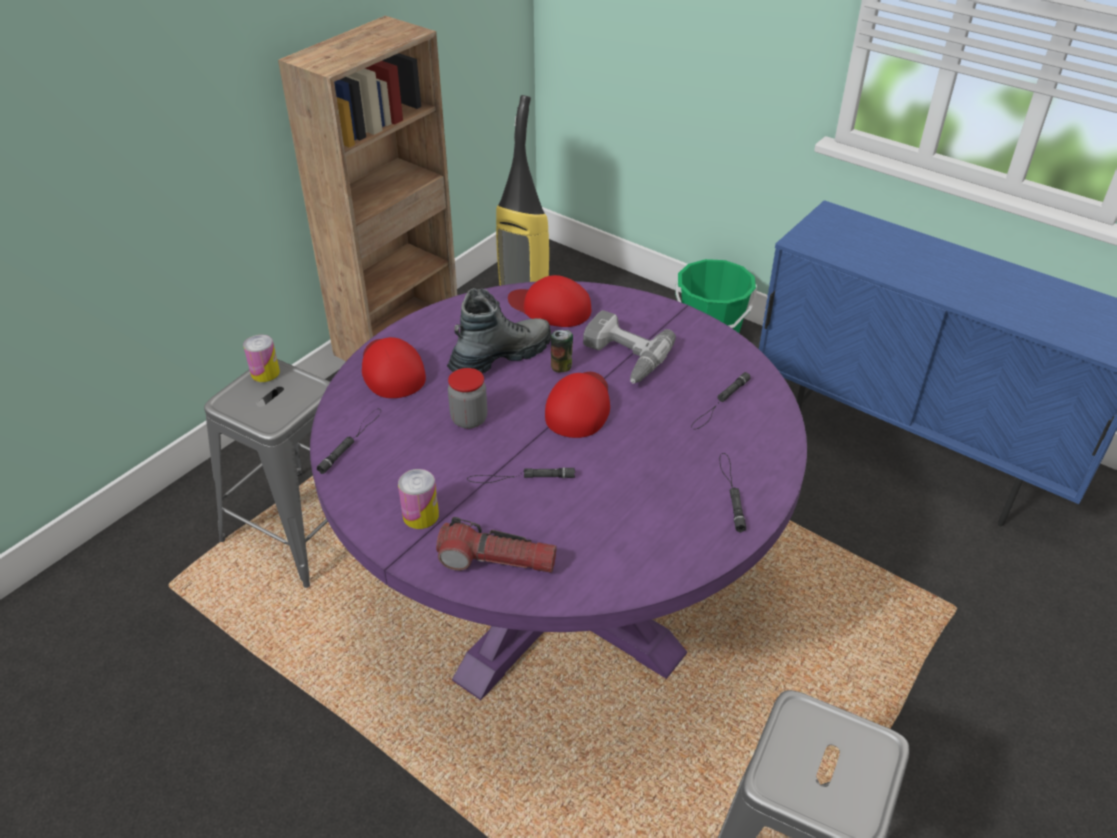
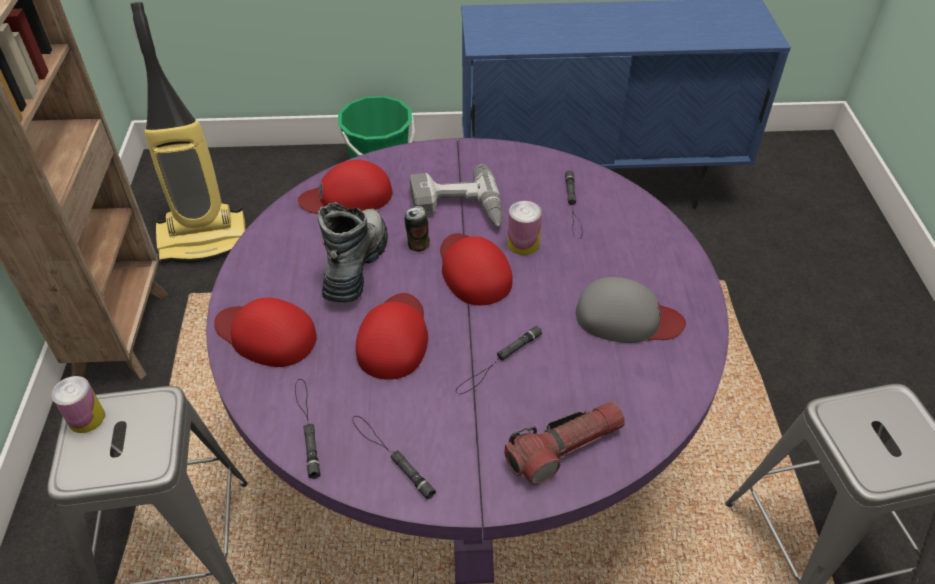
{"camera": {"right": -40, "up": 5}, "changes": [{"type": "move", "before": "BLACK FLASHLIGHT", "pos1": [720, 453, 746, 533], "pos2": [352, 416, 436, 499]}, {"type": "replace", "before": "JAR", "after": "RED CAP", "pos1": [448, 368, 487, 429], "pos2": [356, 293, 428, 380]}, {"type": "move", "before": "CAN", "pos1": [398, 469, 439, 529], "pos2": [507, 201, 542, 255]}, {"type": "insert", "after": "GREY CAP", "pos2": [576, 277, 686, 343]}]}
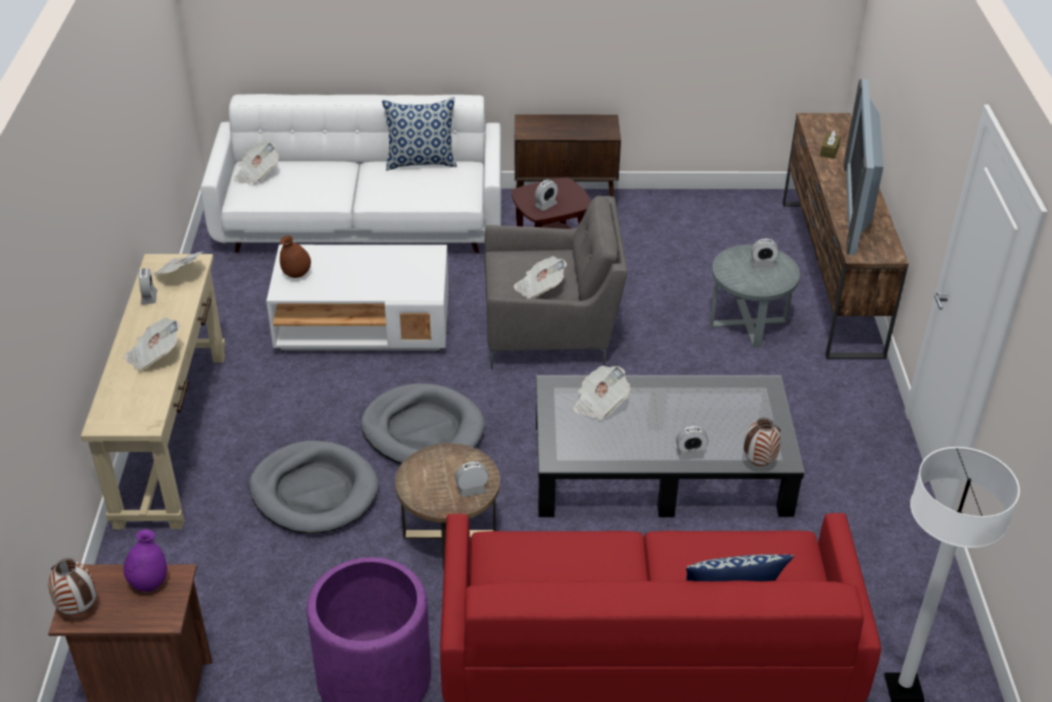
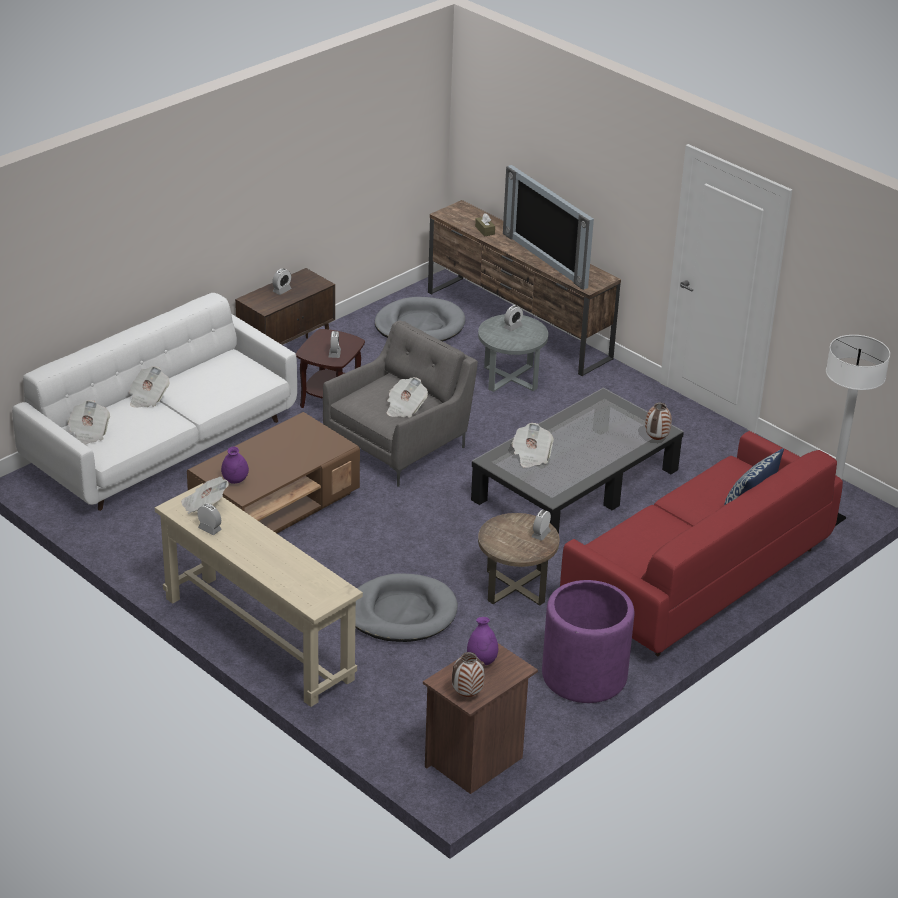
{"camera": {"right": -45, "up": -5}, "changes": [{"type": "move", "before": "NEWSPAPER", "pos1": [124, 317, 180, 371], "pos2": [129, 366, 170, 408]}, {"type": "recolor", "before": "WHITE COFFEE TABLE", "after": "BROWN COFFEE TABLE", "pos1": [266, 245, 449, 351], "pos2": [187, 412, 360, 533]}, {"type": "recolor", "before": "BROWN VASE", "after": "PURPLE VASE", "pos1": [280, 236, 311, 278], "pos2": [221, 446, 249, 484]}, {"type": "move", "before": "ALARM CLOCK", "pos1": [676, 426, 708, 459], "pos2": [272, 268, 292, 295]}, {"type": "move", "before": "GREY DOG BED", "pos1": [361, 383, 485, 464], "pos2": [375, 297, 465, 341]}, {"type": "delete", "before": "PILLOW", "pos1": [382, 97, 457, 170]}]}
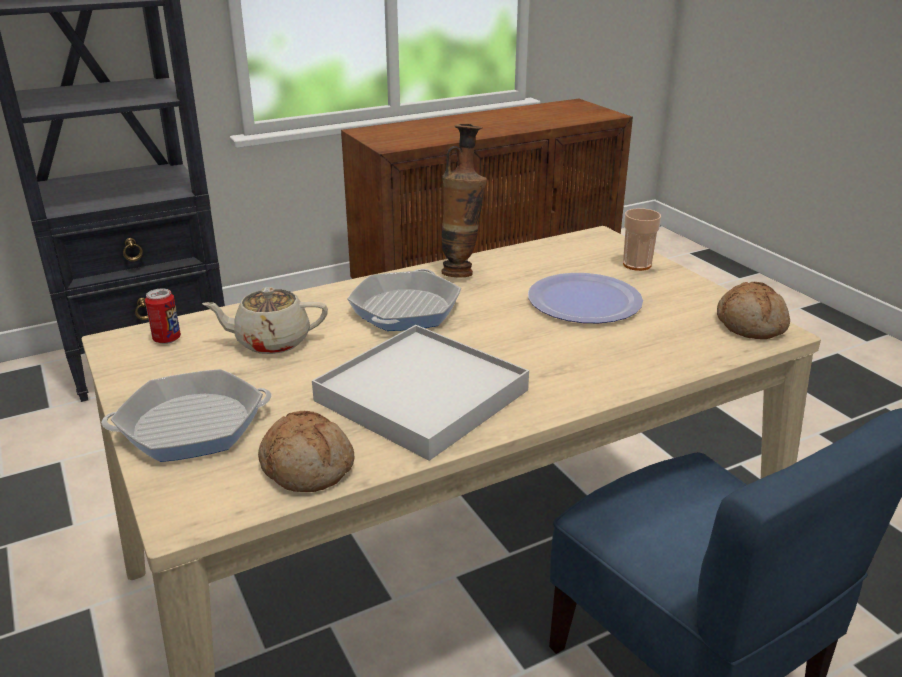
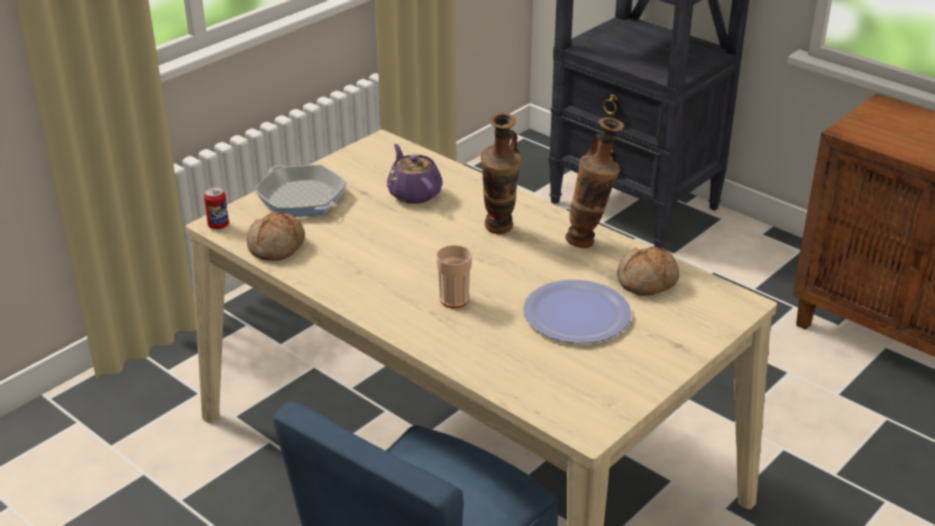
{"camera": {"right": 70, "up": 5}, "changes": [{"type": "move", "before": "CAN", "pos1": [145, 288, 181, 344], "pos2": [204, 187, 229, 230]}, {"type": "recolor", "before": "BEIGE TEAPOT", "after": "PURPLE TEAPOT", "pos1": [202, 287, 328, 354], "pos2": [387, 144, 443, 204]}, {"type": "move", "before": "CUP", "pos1": [623, 208, 661, 271], "pos2": [436, 245, 472, 308]}, {"type": "replace", "before": "FRYING PAN", "after": "VASE", "pos1": [347, 269, 461, 331], "pos2": [481, 113, 521, 234]}, {"type": "move", "before": "BREAD", "pos1": [717, 282, 790, 339], "pos2": [617, 246, 679, 296]}, {"type": "delete", "before": "WHITE TRAY", "pos1": [312, 325, 529, 461]}]}
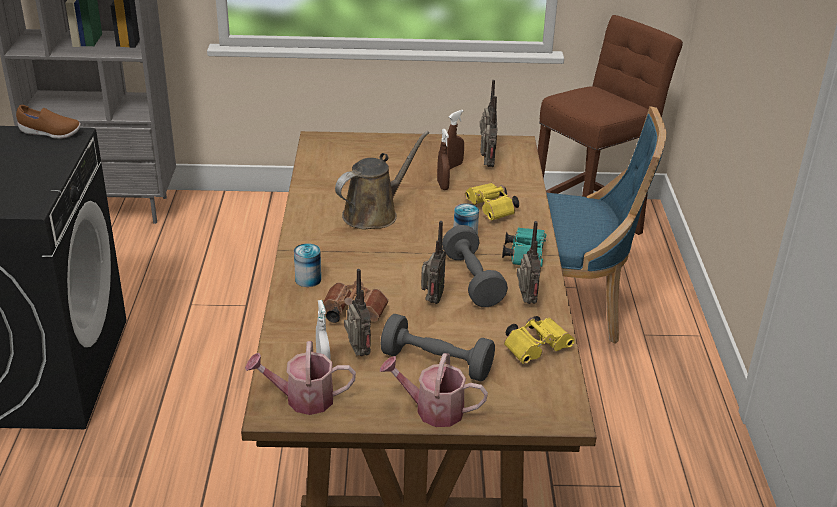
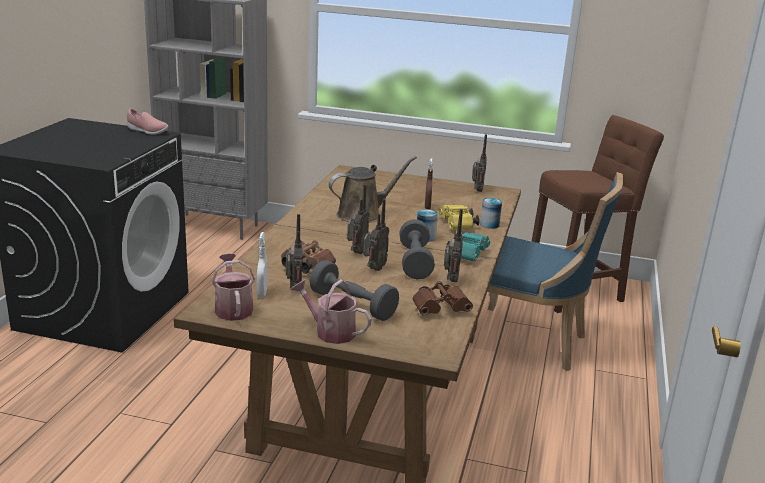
{"camera": {"right": 15, "up": -10}, "changes": [{"type": "recolor", "before": "BROWN SHOE", "after": "PINK SHOE", "pos1": [16, 105, 81, 139], "pos2": [127, 108, 168, 135]}, {"type": "rotate", "before": "WATERING CAN", "pos1": [245, 341, 356, 415], "pos2": [212, 254, 255, 321], "turn": 60}, {"type": "move", "before": "RADIO", "pos1": [480, 96, 498, 167], "pos2": [347, 184, 369, 254]}, {"type": "recolor", "before": "YELLOW BINOCULARS", "after": "BROWN BINOCULARS", "pos1": [504, 316, 575, 364], "pos2": [412, 281, 473, 315]}, {"type": "move", "before": "CAN", "pos1": [294, 243, 321, 287], "pos2": [480, 198, 502, 229]}, {"type": "delete", "before": "BROWN SPRAY BOTTLE", "pos1": [447, 110, 464, 169]}]}
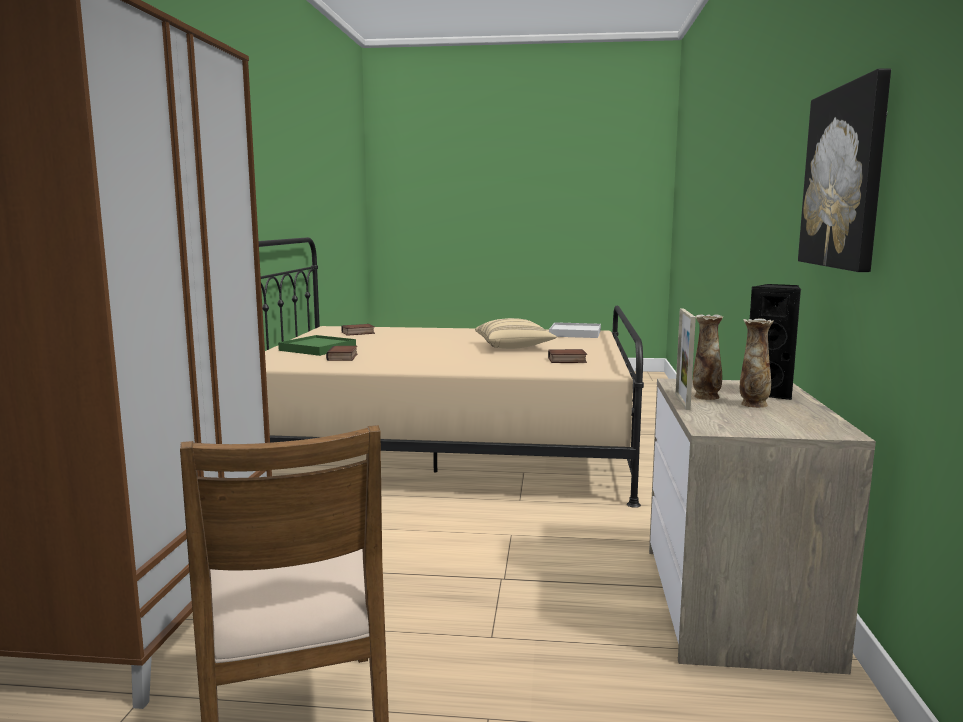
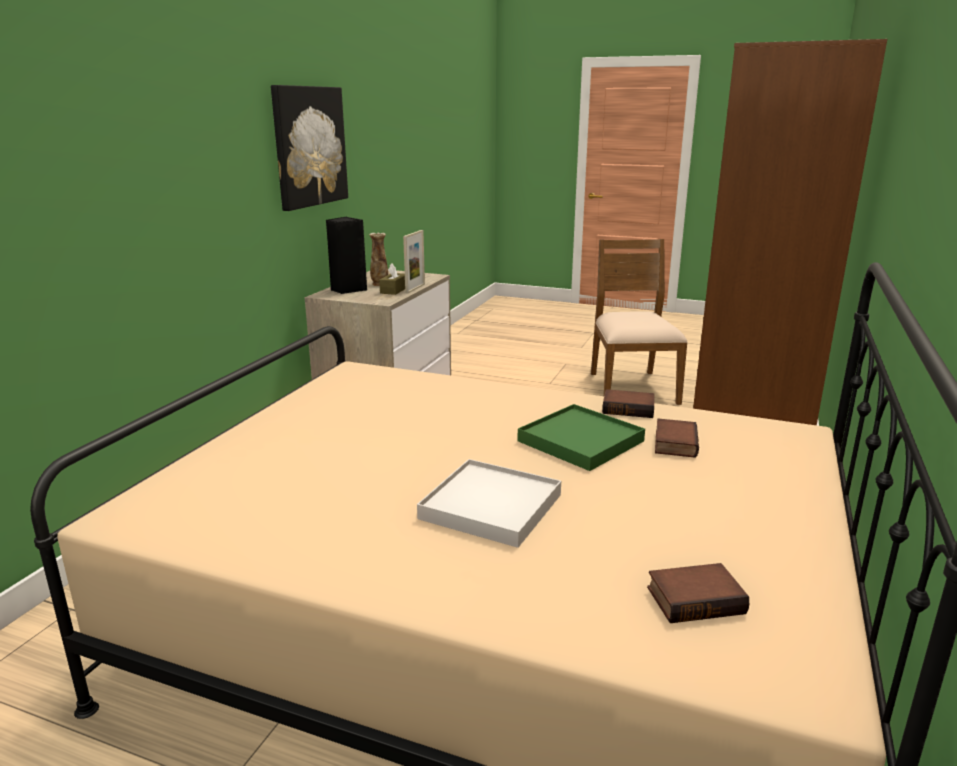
{"camera": {"right": -165, "up": 10}, "changes": [{"type": "replace", "before": "VASE", "after": "BROWN TISSUE BOX", "pos1": [693, 314, 723, 400], "pos2": [379, 263, 405, 295]}, {"type": "move", "before": "WHITE TRAY", "pos1": [549, 322, 601, 338], "pos2": [417, 459, 561, 548]}, {"type": "move", "before": "GREEN TRAY", "pos1": [278, 335, 356, 356], "pos2": [517, 404, 645, 471]}, {"type": "move", "before": "BOOK", "pos1": [548, 349, 587, 363], "pos2": [602, 389, 655, 418]}, {"type": "delete", "before": "BEIGE PILLOW", "pos1": [475, 318, 557, 349]}]}
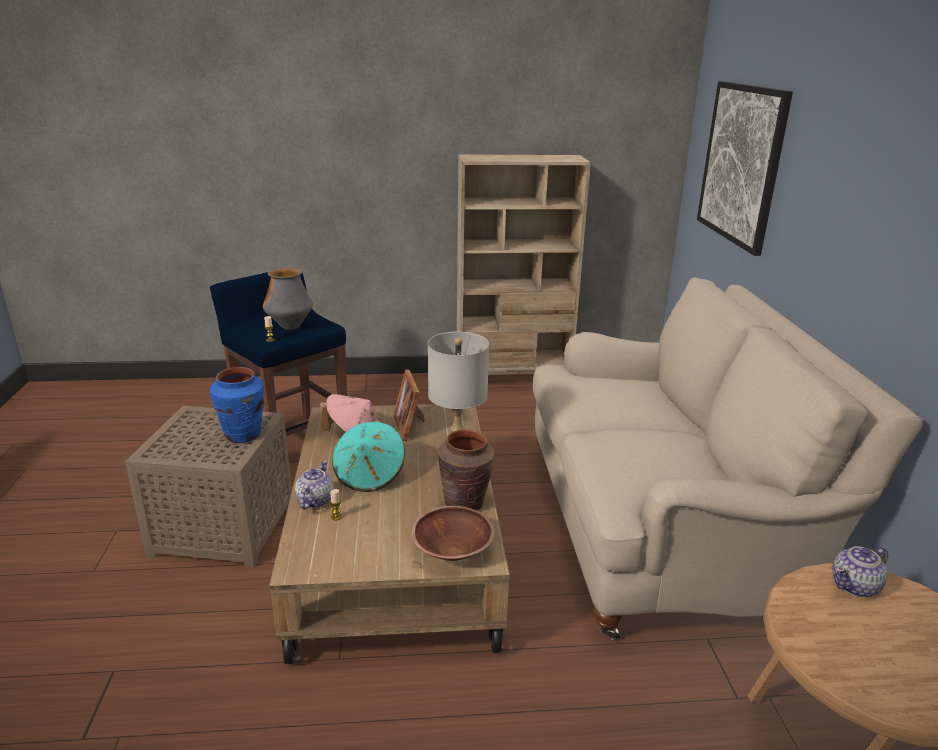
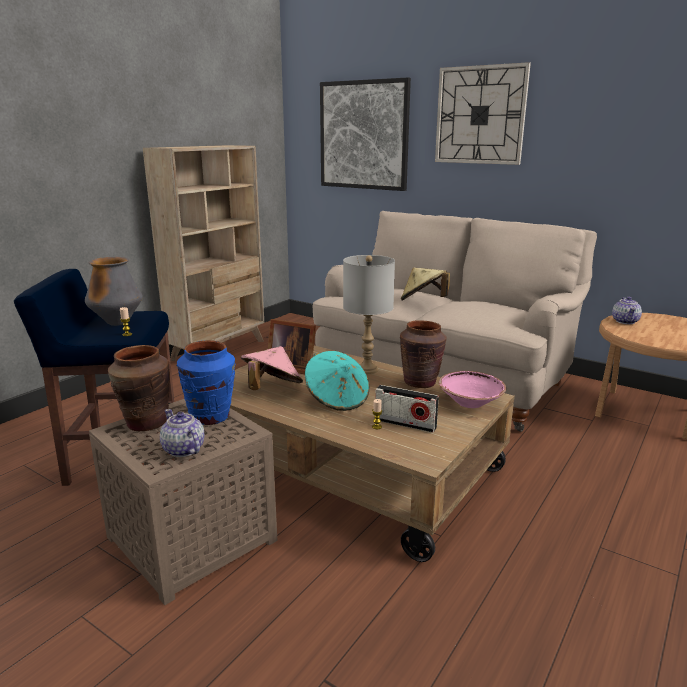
{"camera": {"right": -50, "up": -5}, "changes": [{"type": "insert", "after": "BROWN VASE", "pos2": [108, 345, 170, 431]}, {"type": "move", "before": "TEAPOT", "pos1": [295, 461, 334, 510], "pos2": [160, 409, 205, 457]}, {"type": "insert", "after": "RADIO", "pos2": [375, 385, 439, 432]}, {"type": "insert", "after": "BEIGE HAT", "pos2": [401, 268, 450, 300]}, {"type": "insert", "after": "WALL CLOCK", "pos2": [435, 62, 531, 165]}, {"type": "recolor", "before": "BROWN BOWL", "after": "PINK BOWL", "pos1": [412, 506, 495, 561], "pos2": [439, 371, 506, 408]}]}
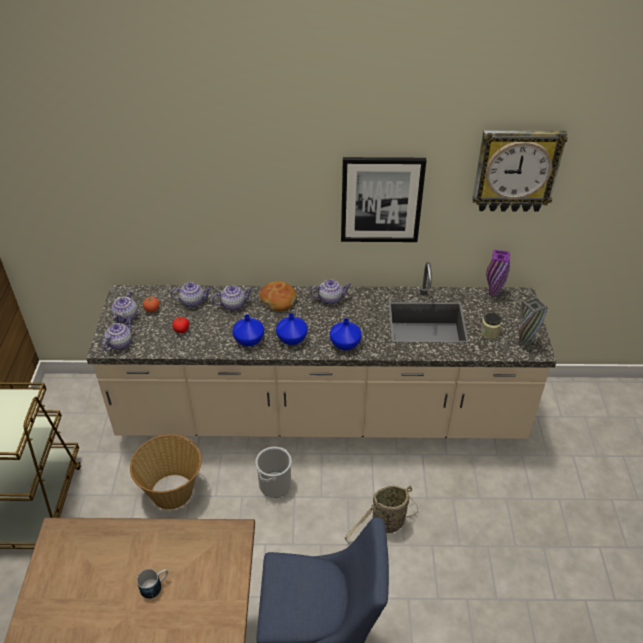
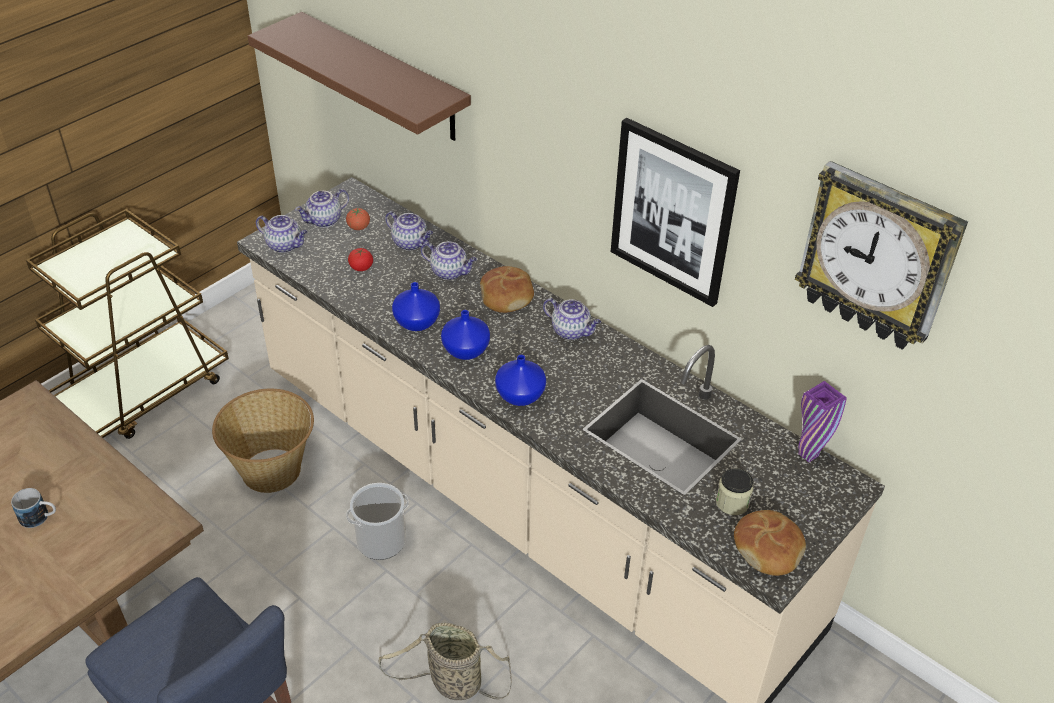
{"camera": {"right": 40, "up": 0}, "changes": [{"type": "insert", "after": "BROWN SHELF", "pos2": [248, 12, 471, 141]}, {"type": "rotate", "before": "TEAPOT", "pos1": [102, 317, 132, 351], "pos2": [256, 215, 308, 253], "turn": 45}, {"type": "replace", "before": "GREY VASE", "after": "BREAD", "pos1": [519, 297, 548, 347], "pos2": [734, 510, 806, 576]}]}
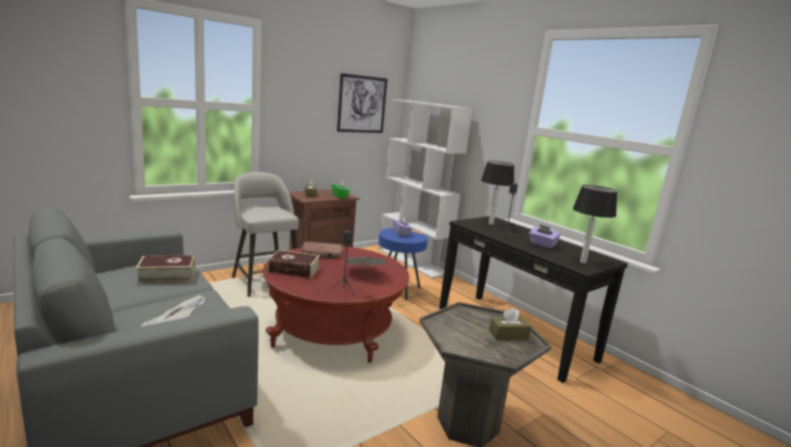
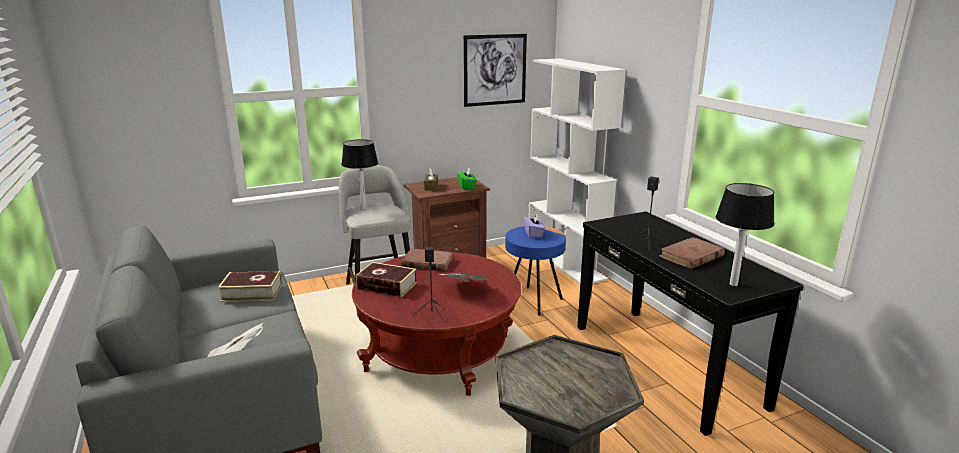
{"camera": {"right": 15, "up": 5}, "changes": [{"type": "move", "before": "TABLE LAMP", "pos1": [481, 161, 514, 225], "pos2": [342, 139, 378, 210]}, {"type": "replace", "before": "PURPLE TISSUE BOX", "after": "BROWN BOOK", "pos1": [529, 224, 560, 248], "pos2": [659, 237, 725, 269]}, {"type": "delete", "before": "BROWN TISSUE BOX", "pos1": [489, 308, 531, 340]}]}
